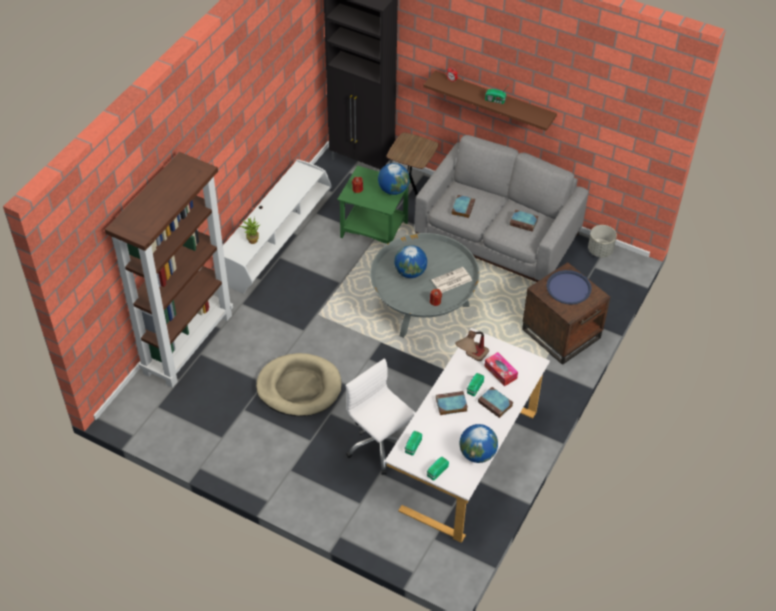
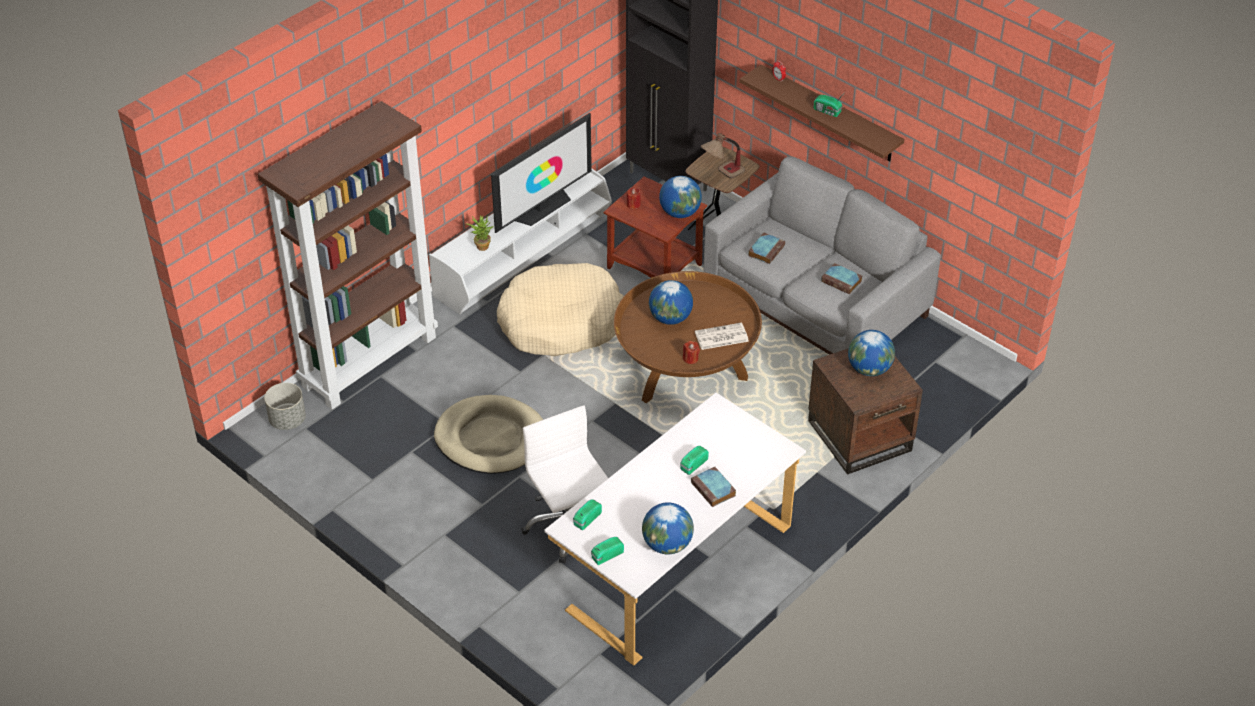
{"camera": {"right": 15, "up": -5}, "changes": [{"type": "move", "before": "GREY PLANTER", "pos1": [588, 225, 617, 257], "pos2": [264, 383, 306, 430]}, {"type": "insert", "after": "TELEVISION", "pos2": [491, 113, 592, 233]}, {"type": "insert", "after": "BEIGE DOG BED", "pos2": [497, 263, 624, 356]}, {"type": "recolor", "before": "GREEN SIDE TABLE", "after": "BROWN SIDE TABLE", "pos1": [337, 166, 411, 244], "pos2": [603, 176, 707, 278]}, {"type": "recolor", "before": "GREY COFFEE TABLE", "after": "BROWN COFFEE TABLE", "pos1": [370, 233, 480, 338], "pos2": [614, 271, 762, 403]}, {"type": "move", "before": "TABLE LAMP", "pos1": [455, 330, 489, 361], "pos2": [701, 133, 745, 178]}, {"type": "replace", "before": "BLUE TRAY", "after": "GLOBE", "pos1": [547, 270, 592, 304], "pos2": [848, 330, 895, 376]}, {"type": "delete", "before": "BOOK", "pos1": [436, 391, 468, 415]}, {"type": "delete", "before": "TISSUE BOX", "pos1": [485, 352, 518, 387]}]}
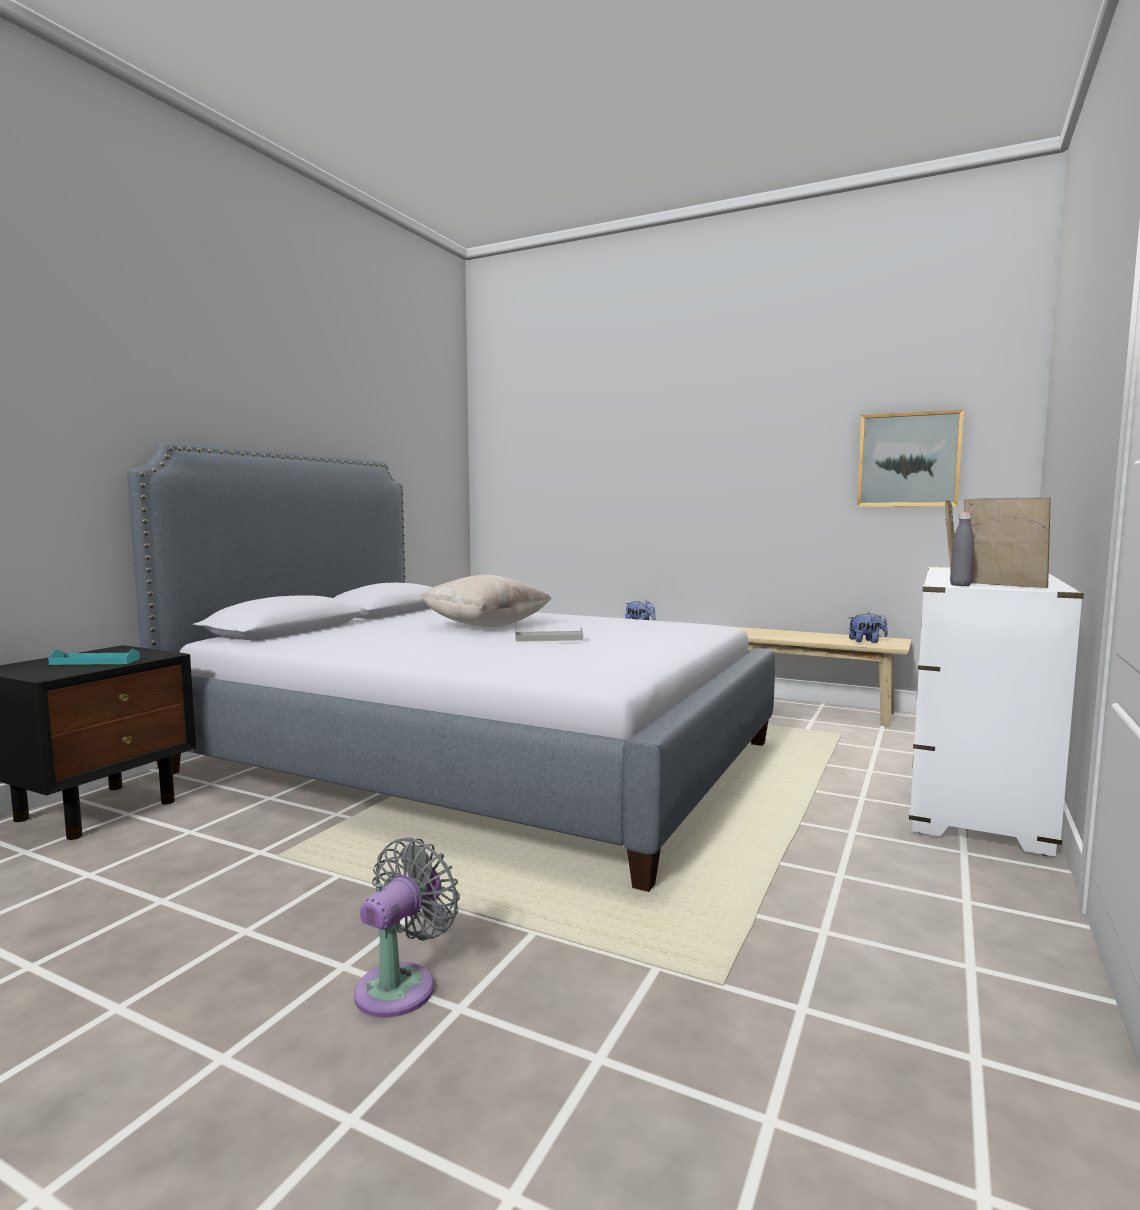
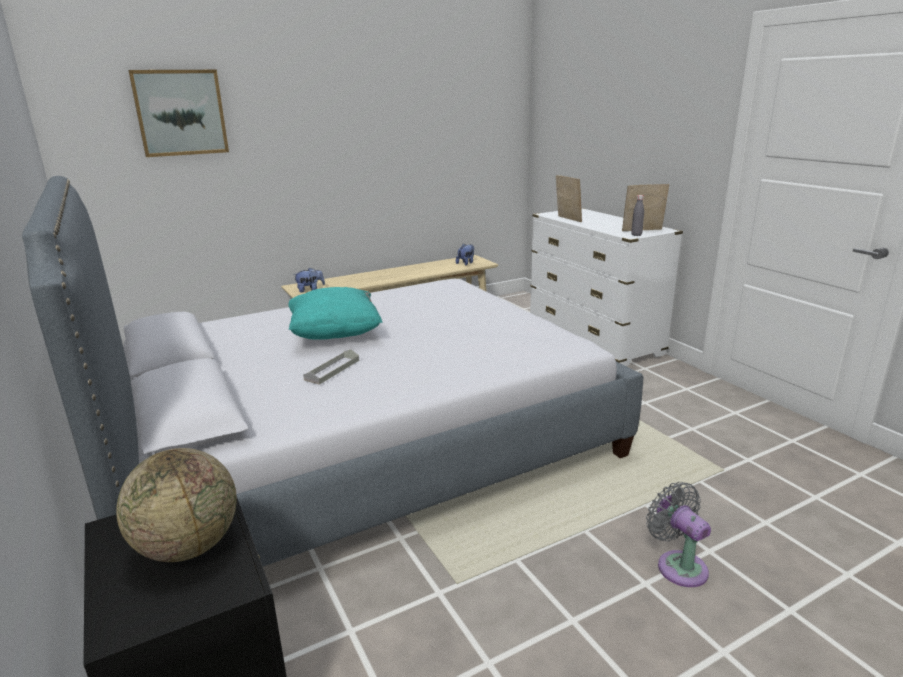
{"camera": {"right": -55, "up": 15}, "changes": [{"type": "replace", "before": "TURQUOISE TRAY", "after": "GLOBE", "pos1": [48, 649, 140, 665], "pos2": [116, 448, 237, 562]}, {"type": "move", "before": "PICTURE", "pos1": [857, 409, 964, 507], "pos2": [128, 70, 229, 157]}, {"type": "recolor", "before": "BEIGE PILLOW", "after": "TURQUOISE PILLOW", "pos1": [419, 575, 552, 627], "pos2": [288, 287, 382, 340]}, {"type": "move", "before": "GREY TRAY", "pos1": [515, 627, 583, 642], "pos2": [303, 349, 359, 385]}]}
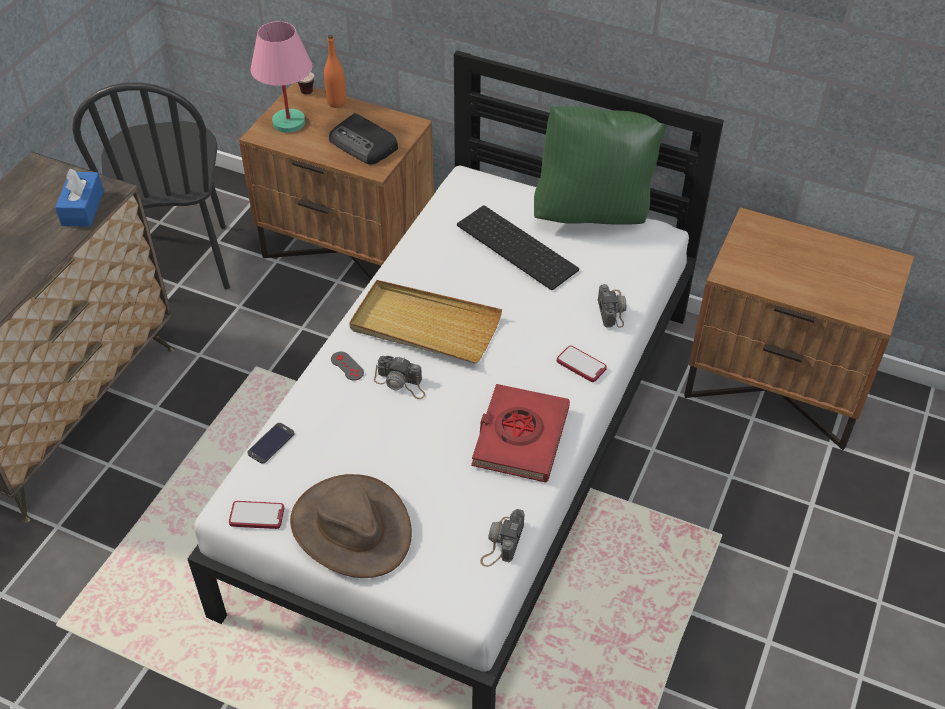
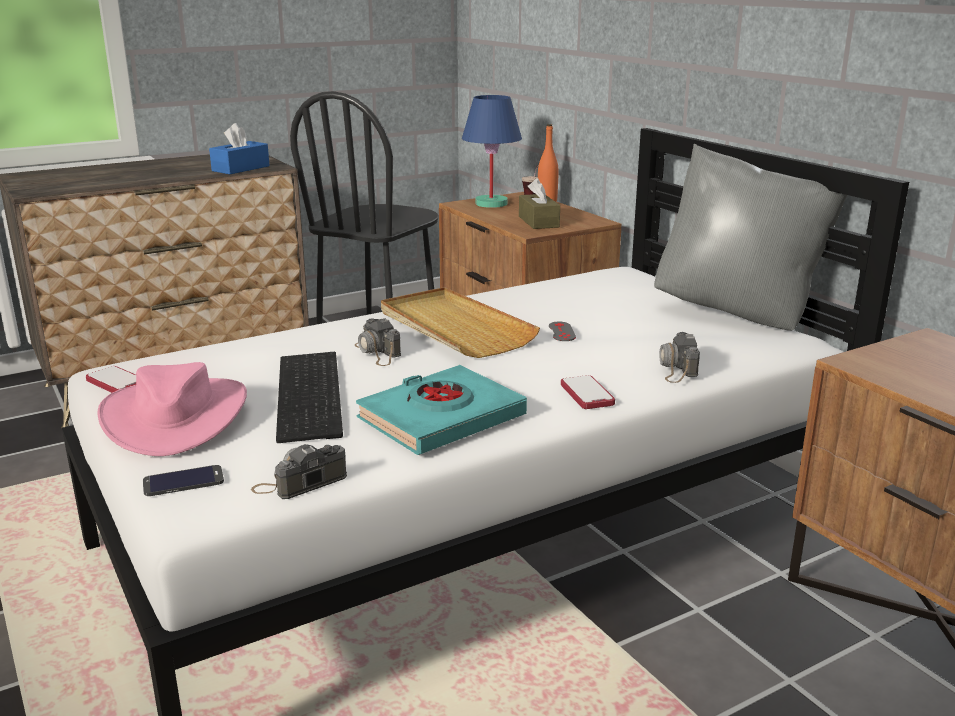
{"camera": {"right": 35, "up": -25}, "changes": [{"type": "recolor", "before": "BROWN HAT", "after": "PINK HAT", "pos1": [290, 474, 412, 578], "pos2": [97, 362, 247, 456]}, {"type": "move", "before": "PHONE", "pos1": [247, 423, 295, 464], "pos2": [143, 465, 224, 496]}, {"type": "move", "before": "KEYBOARD", "pos1": [457, 205, 579, 290], "pos2": [276, 352, 343, 443]}, {"type": "recolor", "before": "RED BOOK", "after": "TURQUOISE BOOK", "pos1": [471, 384, 570, 482], "pos2": [356, 365, 527, 455]}, {"type": "recolor", "before": "PINK TABLE LAMP", "after": "BLUE TABLE LAMP", "pos1": [251, 21, 312, 133], "pos2": [462, 95, 522, 208]}, {"type": "replace", "before": "RADIO", "after": "BROWN TISSUE BOX", "pos1": [329, 113, 398, 164], "pos2": [519, 178, 560, 229]}, {"type": "move", "before": "GREY GAME CONTROLLER", "pos1": [331, 351, 364, 381], "pos2": [549, 322, 576, 341]}, {"type": "recolor", "before": "GREEN PILLOW", "after": "GREY PILLOW", "pos1": [534, 106, 666, 225], "pos2": [654, 144, 847, 331]}, {"type": "rotate", "before": "PHOTO CAMERA", "pos1": [598, 284, 626, 328], "pos2": [660, 332, 700, 383], "turn": 150}]}
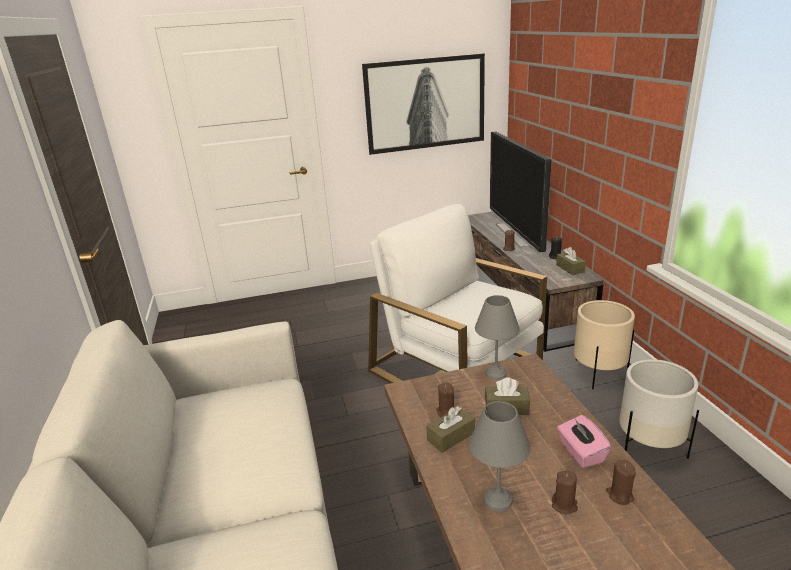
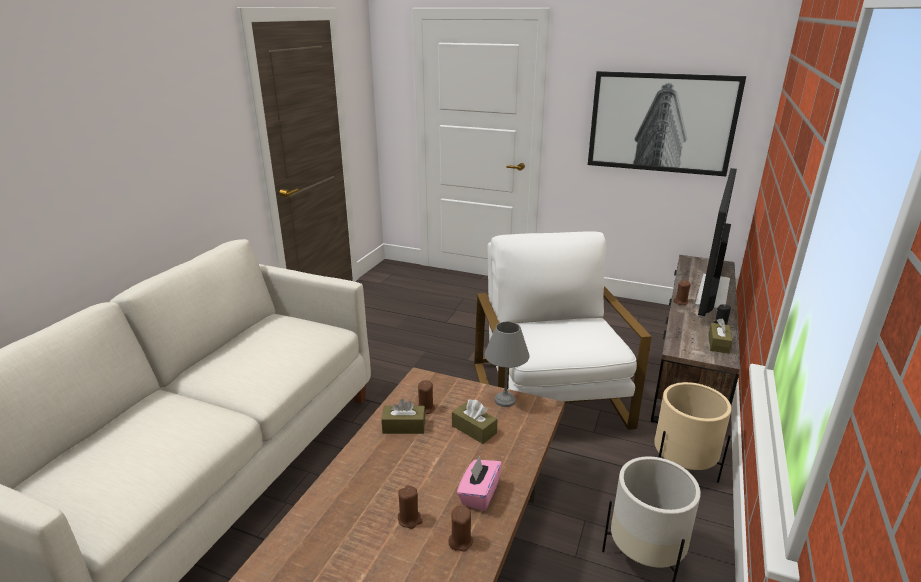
{"camera": {"right": 35, "up": 0}, "changes": [{"type": "delete", "before": "GREY TABLE LAMP", "pos1": [469, 401, 531, 512]}]}
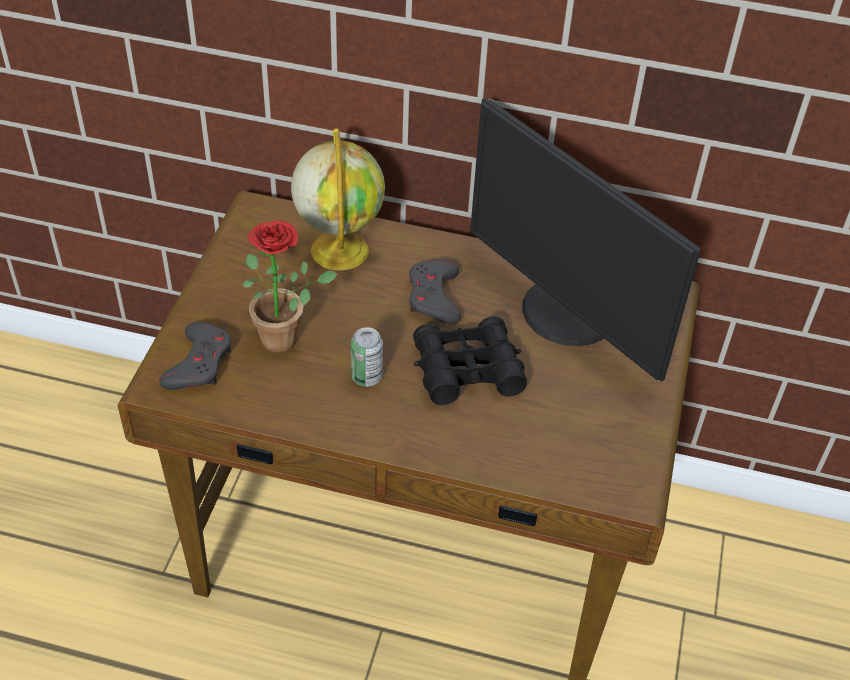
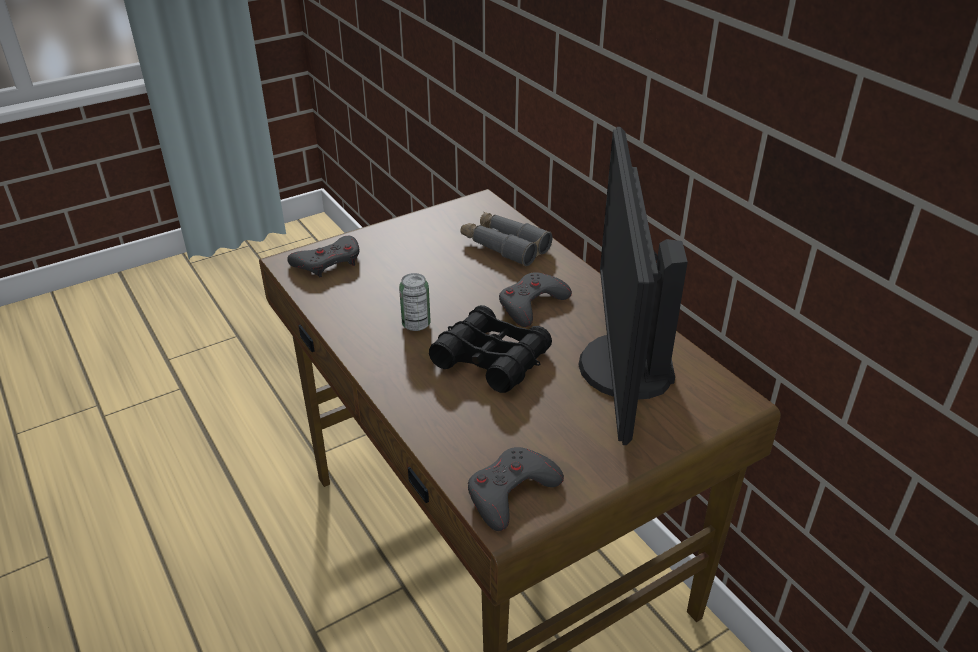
{"camera": {"right": 45, "up": -10}, "changes": [{"type": "replace", "before": "GLOBE", "after": "GREY BINOCULARS", "pos1": [291, 128, 385, 270], "pos2": [460, 212, 553, 266]}, {"type": "insert", "after": "GREY GAME CONTROLLER", "pos2": [468, 447, 564, 531]}, {"type": "delete", "before": "POTTED PLANT", "pos1": [243, 220, 337, 353]}]}
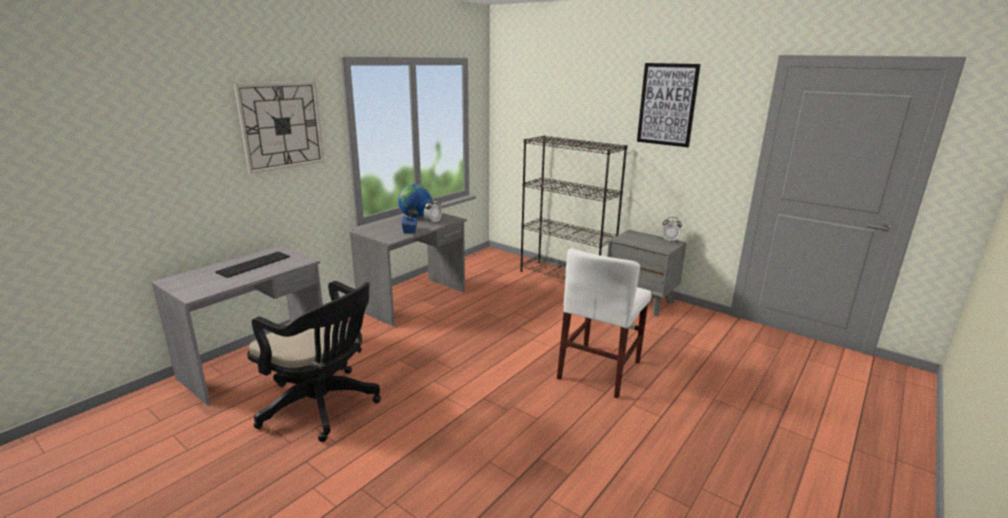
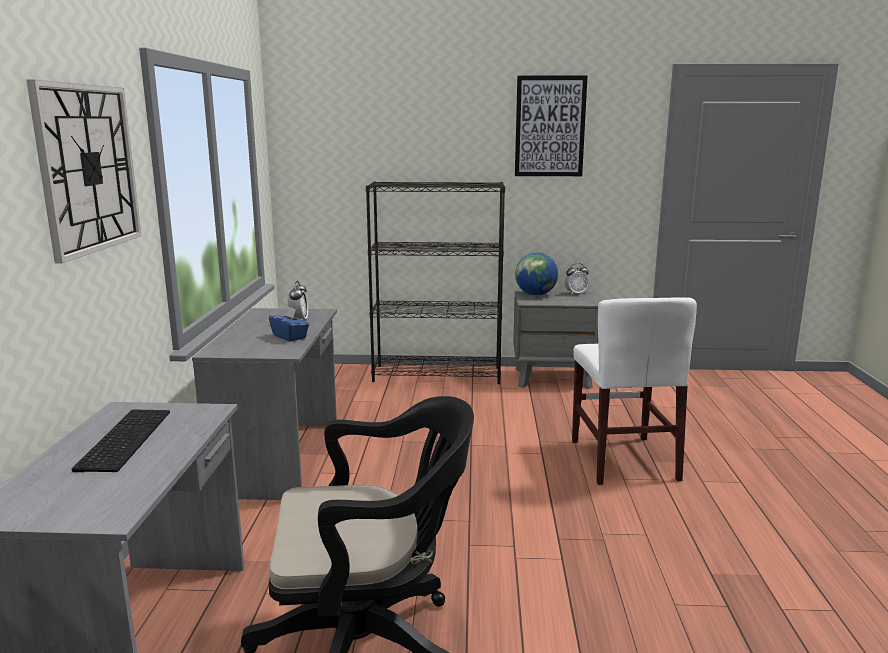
{"camera": {"right": -35, "up": -5}, "changes": [{"type": "move", "before": "GLOBE", "pos1": [398, 184, 432, 218], "pos2": [515, 253, 558, 296]}]}
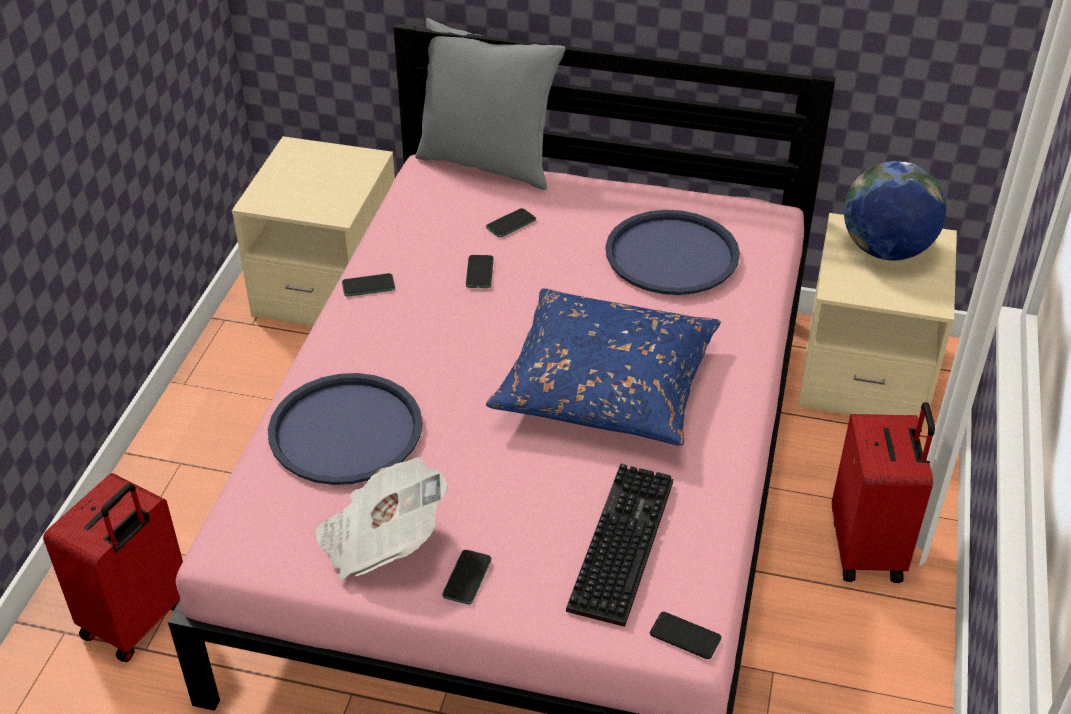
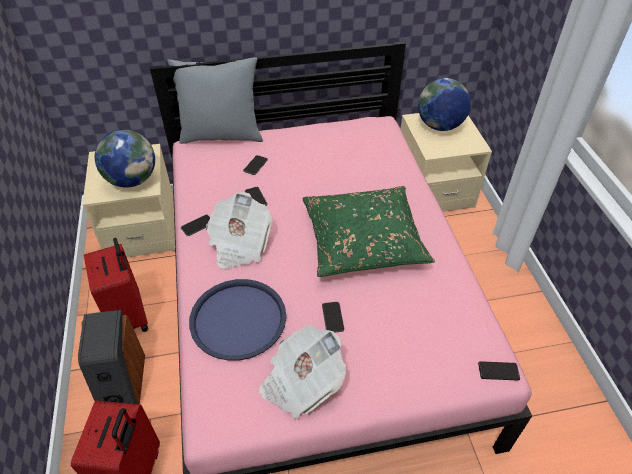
{"camera": {"right": -25, "up": 5}, "changes": [{"type": "insert", "after": "SPEAKER", "pos2": [78, 310, 145, 405]}, {"type": "move", "before": "RED SUITCASE", "pos1": [832, 402, 935, 583], "pos2": [84, 238, 148, 332]}, {"type": "insert", "after": "GLOBE", "pos2": [95, 130, 155, 188]}, {"type": "insert", "after": "NEWSPAPER", "pos2": [206, 192, 273, 269]}, {"type": "recolor", "before": "BLUE PILLOW", "after": "GREEN PILLOW", "pos1": [486, 289, 721, 446], "pos2": [302, 186, 435, 277]}, {"type": "move", "before": "PHONE", "pos1": [442, 550, 492, 604], "pos2": [322, 302, 344, 332]}, {"type": "delete", "before": "KEYBOARD", "pos1": [566, 463, 673, 627]}, {"type": "delete", "before": "BLUE TRAY", "pos1": [605, 210, 740, 295]}]}
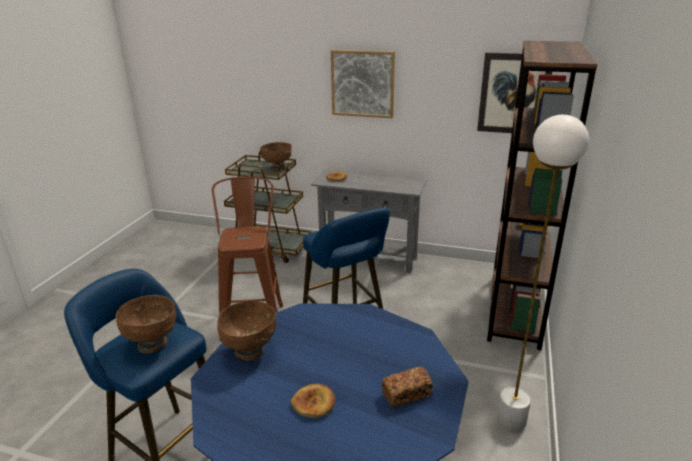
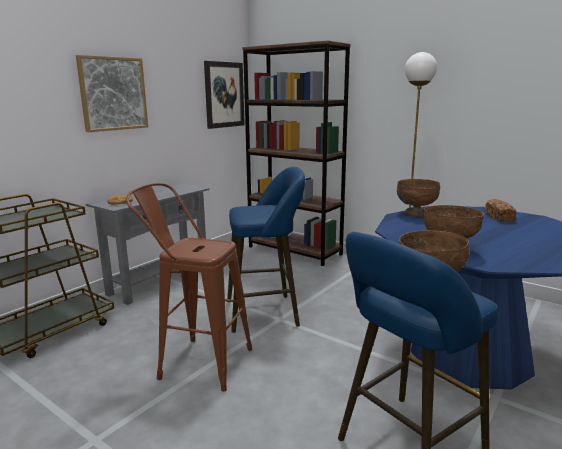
{"camera": {"right": -70, "up": -10}, "changes": [{"type": "move", "before": "BROWN BOWL", "pos1": [260, 142, 292, 171], "pos2": [397, 179, 440, 217]}, {"type": "delete", "before": "BREAD", "pos1": [290, 384, 335, 418]}]}
